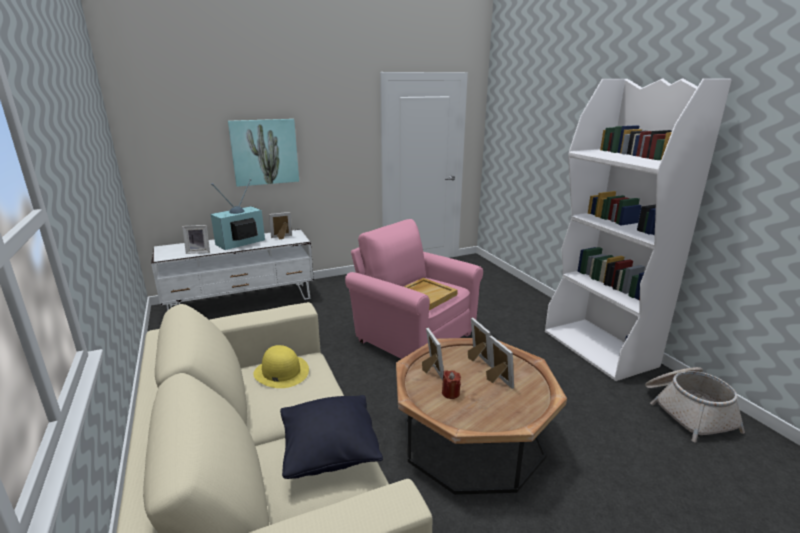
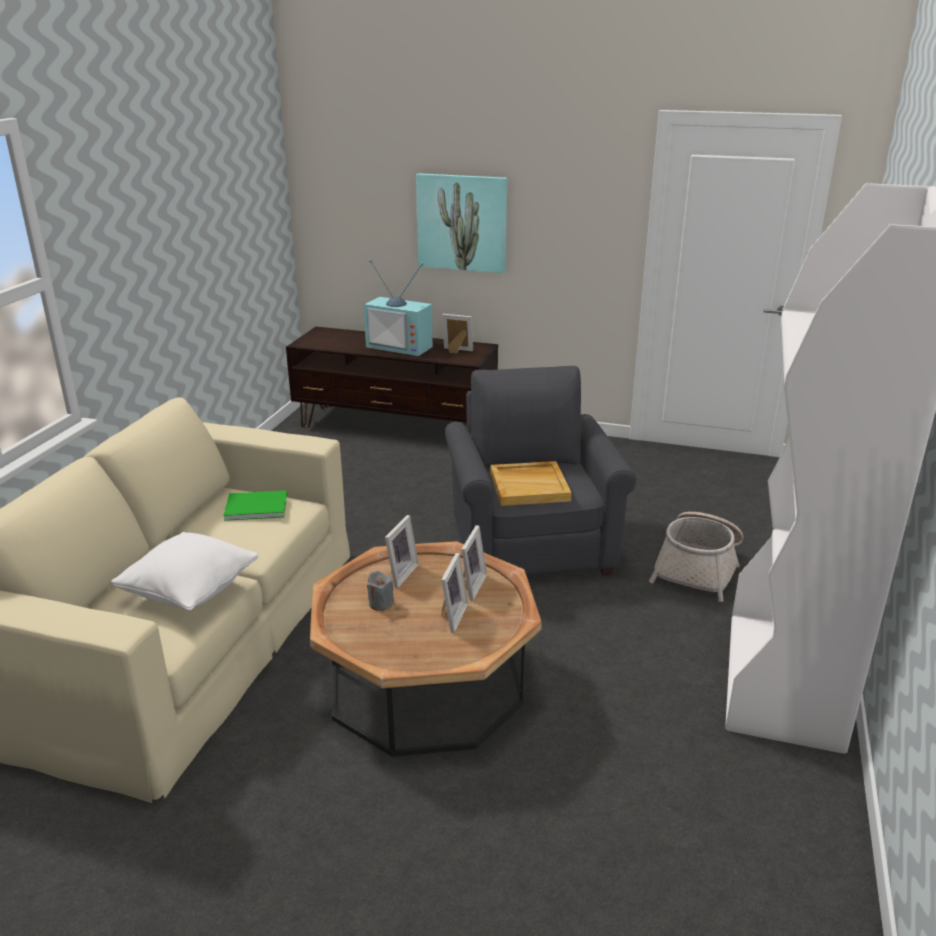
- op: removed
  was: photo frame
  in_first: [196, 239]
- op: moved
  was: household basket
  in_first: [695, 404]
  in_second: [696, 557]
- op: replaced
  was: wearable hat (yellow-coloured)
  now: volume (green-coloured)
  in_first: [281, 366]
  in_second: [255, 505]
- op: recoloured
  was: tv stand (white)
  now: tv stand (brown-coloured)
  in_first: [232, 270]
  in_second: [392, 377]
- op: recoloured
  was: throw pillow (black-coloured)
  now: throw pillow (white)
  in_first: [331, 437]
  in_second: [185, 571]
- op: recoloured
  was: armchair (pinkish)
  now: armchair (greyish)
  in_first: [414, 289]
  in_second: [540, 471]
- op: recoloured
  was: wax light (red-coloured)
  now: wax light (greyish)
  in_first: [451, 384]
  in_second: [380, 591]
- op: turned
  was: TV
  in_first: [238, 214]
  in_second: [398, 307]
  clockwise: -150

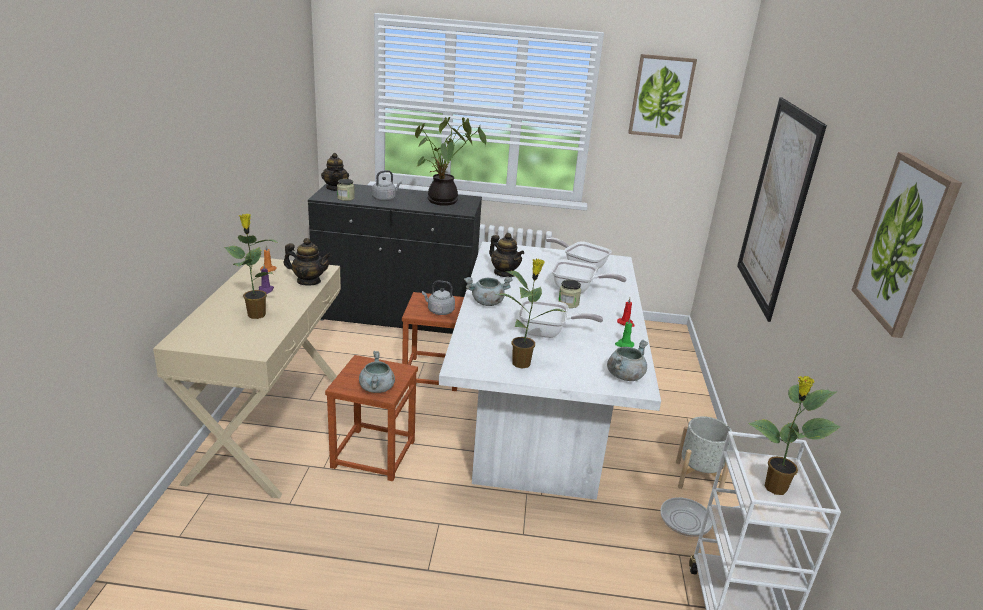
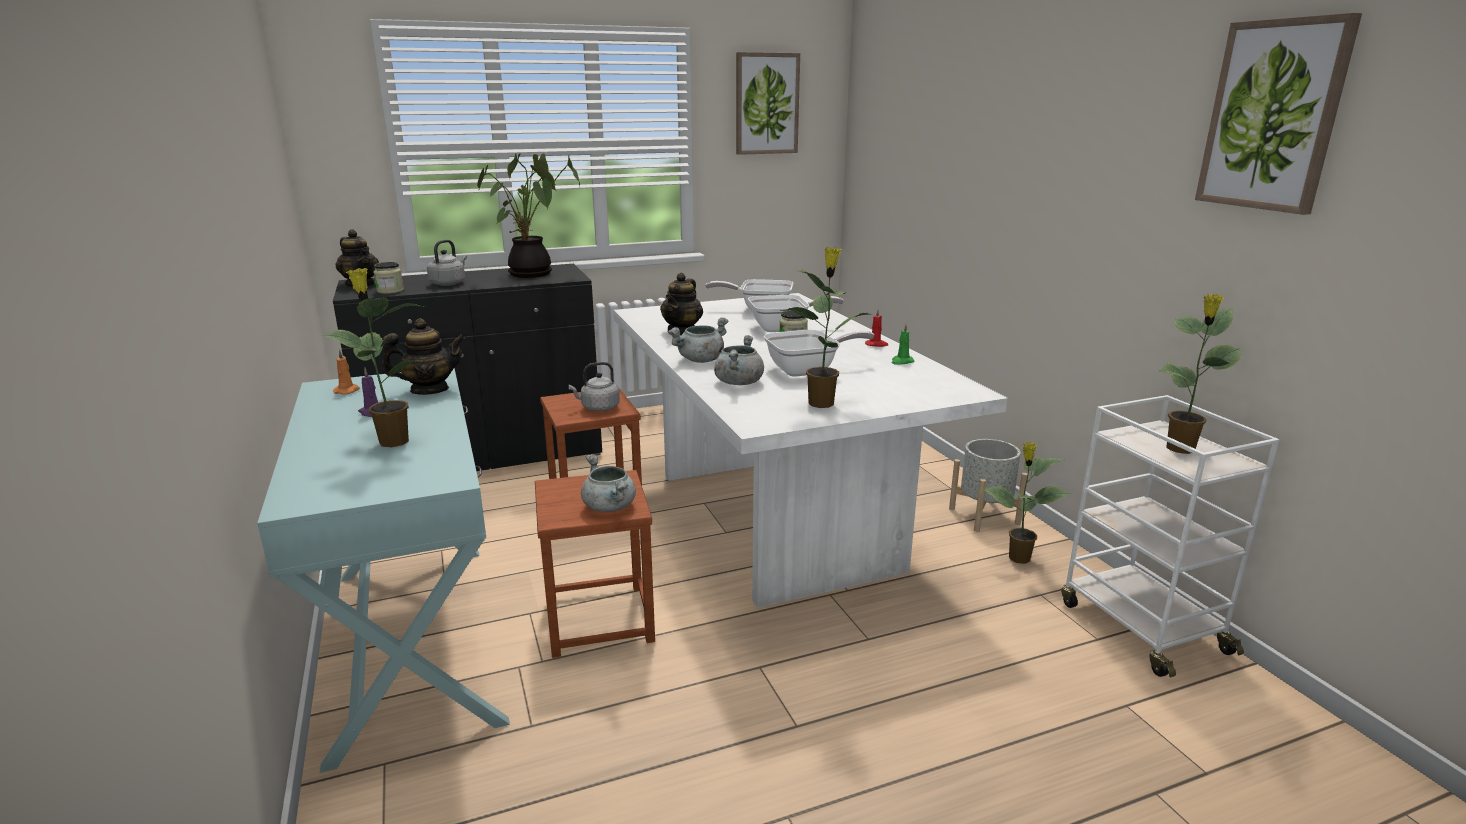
- op: removed
  was: wall picture
  in_first: [782, 209]
- op: moved
  was: cooking pot (greyish)
  in_first: [627, 360]
  in_second: [739, 360]
- op: replaced
  was: skillet
  now: houseplant
  in_first: [700, 517]
  in_second: [1027, 503]
- op: recoloured
  was: narrow table (beige-coloured)
  now: narrow table (turquoise)
  in_first: [247, 378]
  in_second: [383, 570]
- op: turned
  was: teapot
  in_first: [506, 255]
  in_second: [681, 304]
  clockwise: 90

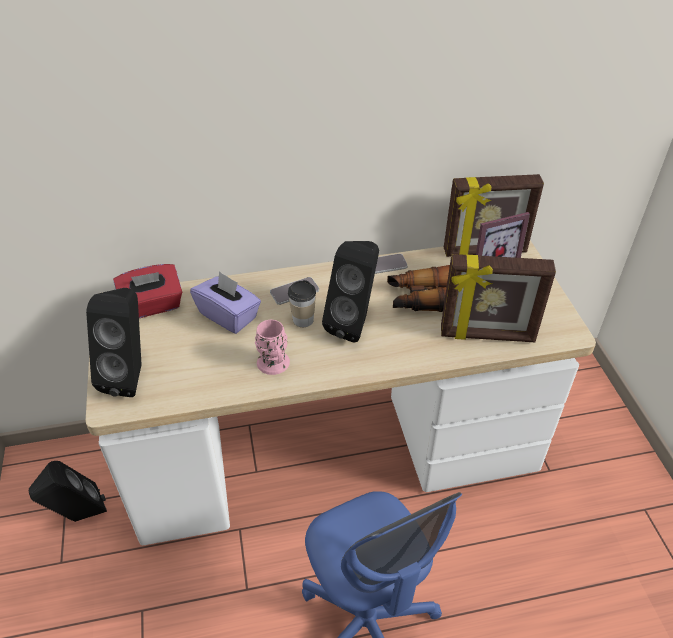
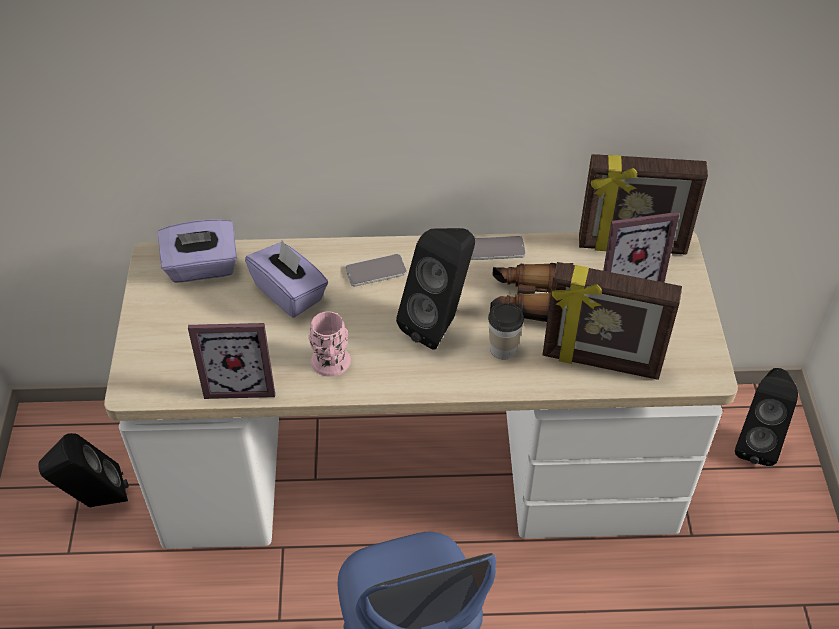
- op: added
  now: photo frame
  in_second: [231, 361]
- op: moved
  was: audio speaker (black-coloured)
  in_first: [114, 342]
  in_second: [766, 417]
- op: moved
  was: drinking cup
  in_first: [302, 303]
  in_second: [506, 331]
- op: recoloured
  was: box of tissues (red-coloured)
  now: box of tissues (purple)
  in_first: [147, 291]
  in_second: [197, 251]

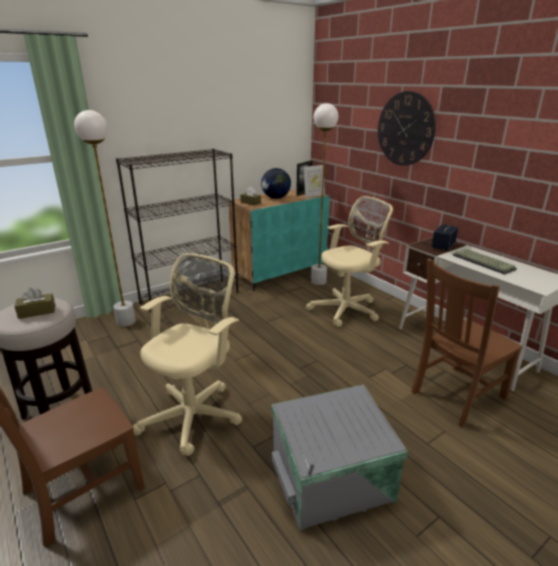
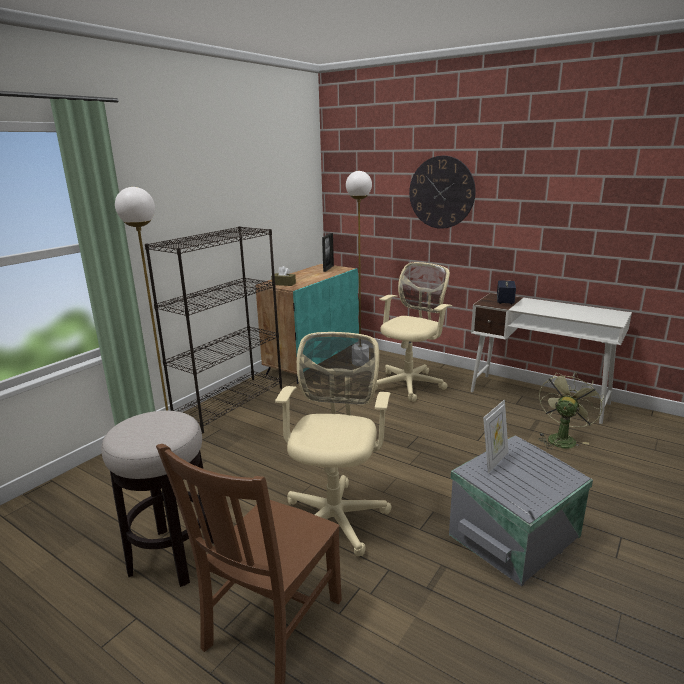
- op: removed
  was: box of tissues (brown-coloured)
  in_first: [34, 303]
- op: removed
  was: desk globe
  in_first: [276, 183]
- op: removed
  was: computer keyboard
  in_first: [485, 262]
- op: moved
  was: photo frame
  in_first: [314, 181]
  in_second: [496, 436]
- op: replaced
  was: plain chair (brown-coloured)
  now: fan (green-coloured)
  in_first: [467, 343]
  in_second: [571, 410]

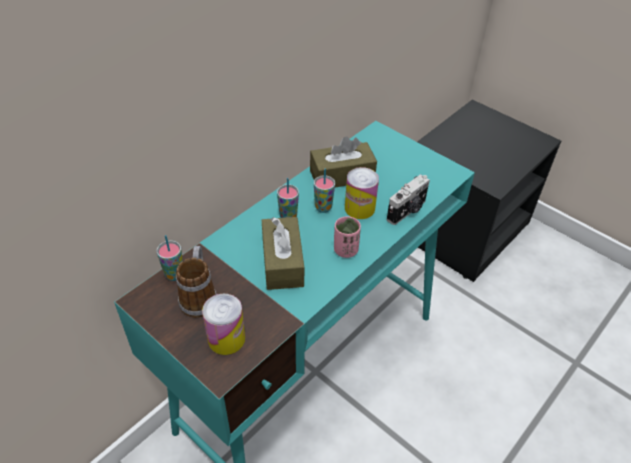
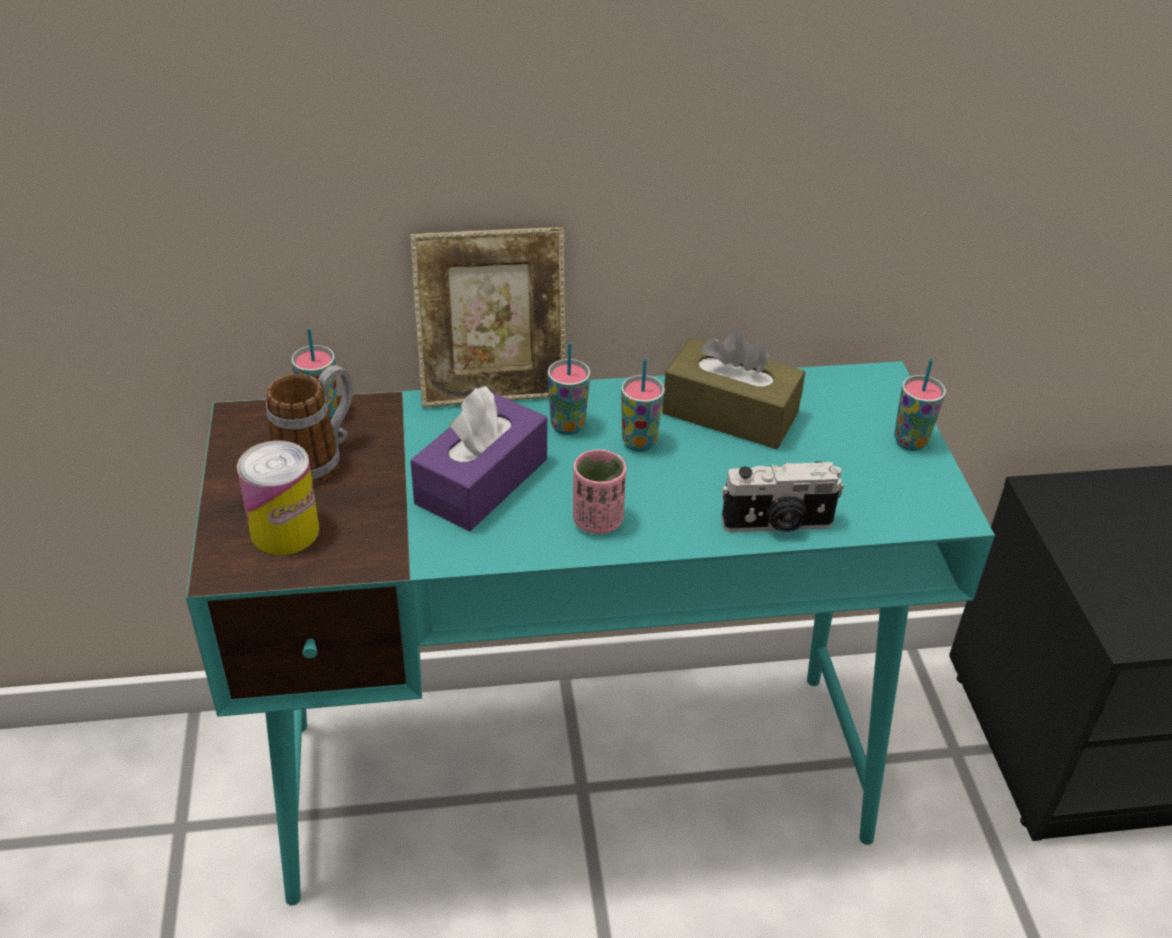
- op: removed
  was: sealed can
  in_first: [362, 193]
- op: added
  now: photo frame
  in_second: [488, 317]
- op: added
  now: drinking cup
  in_second: [920, 405]
- op: recoloured
  was: box of tissues (brown-coloured)
  now: box of tissues (purple)
  in_first: [283, 253]
  in_second: [478, 458]

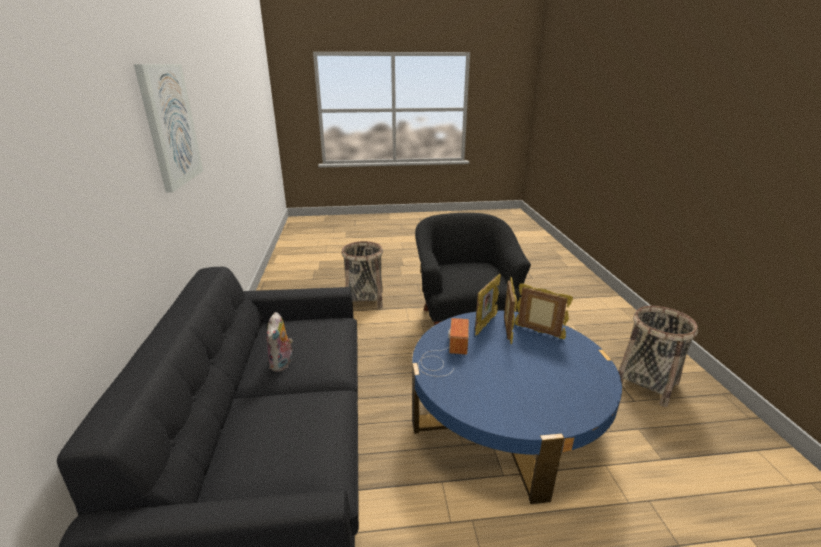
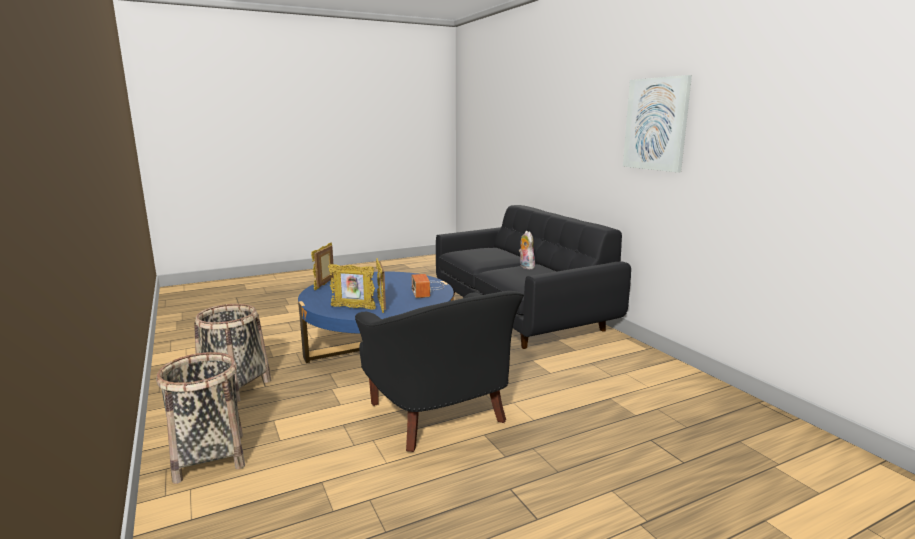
- op: moved
  was: household basket
  in_first: [362, 275]
  in_second: [200, 418]
- op: moved
  was: photo frame
  in_first: [488, 305]
  in_second: [322, 266]

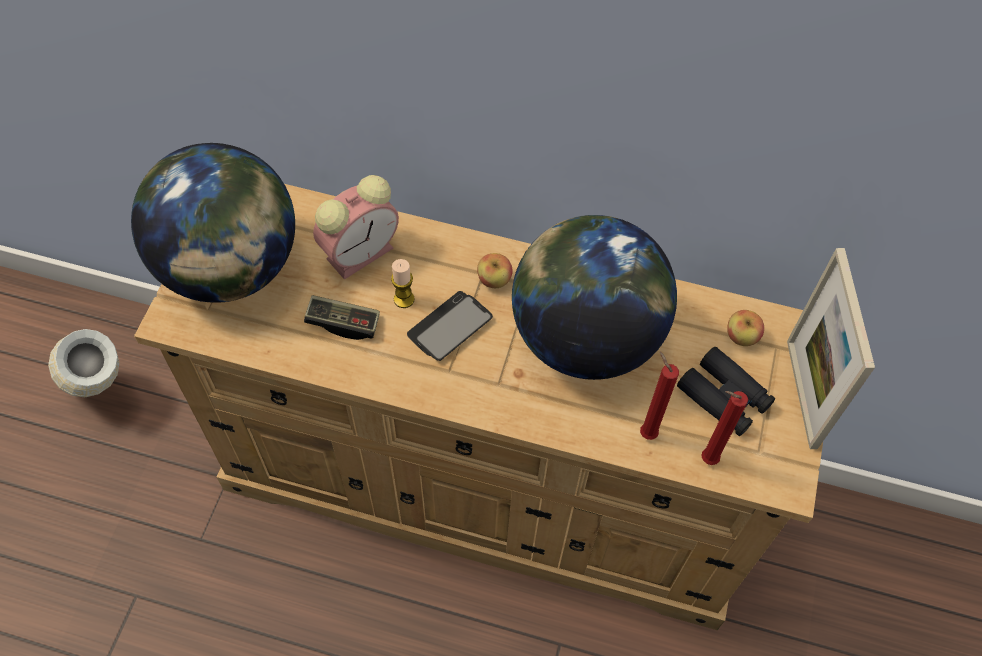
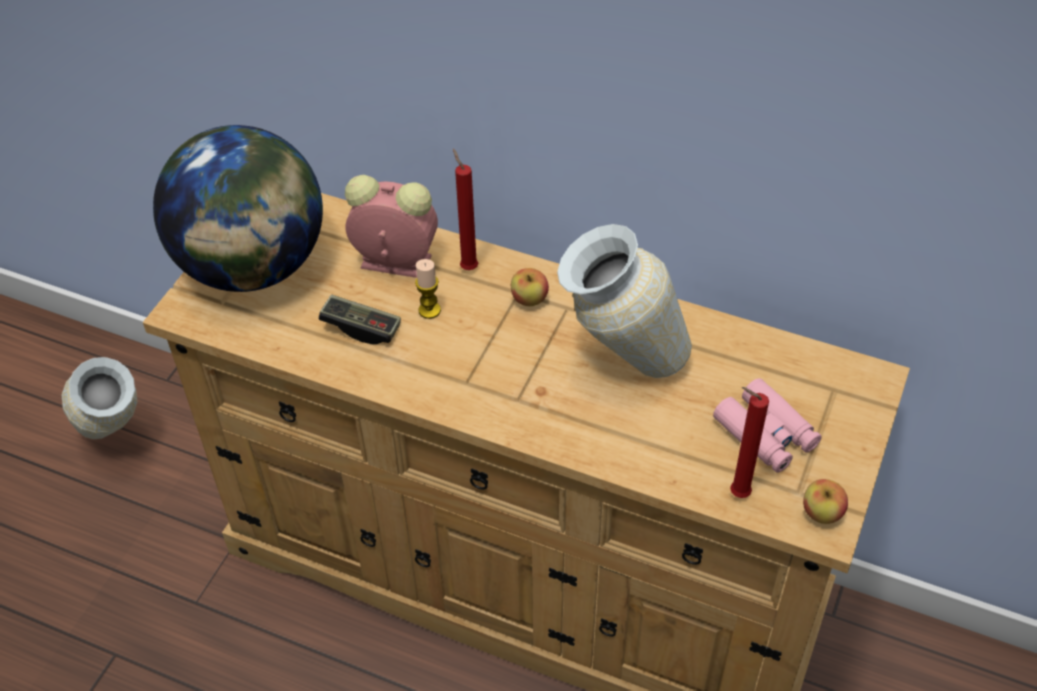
- op: removed
  was: telephone
  in_first: [450, 326]
- op: removed
  was: photo frame
  in_first: [831, 348]
- op: moved
  was: wax light (red-coloured)
  in_first: [659, 396]
  in_second: [465, 209]
- op: moved
  was: apple
  in_first: [745, 328]
  in_second: [825, 501]
- op: replaced
  was: desk globe
  now: decorative vase
  in_first: [594, 297]
  in_second: [624, 301]
- op: recoloured
  was: binoculars (black-coloured)
  now: binoculars (pinkish)
  in_first: [726, 391]
  in_second: [767, 425]
- op: turned
  was: table clock
  in_first: [356, 227]
  in_second: [391, 226]
  clockwise: -135

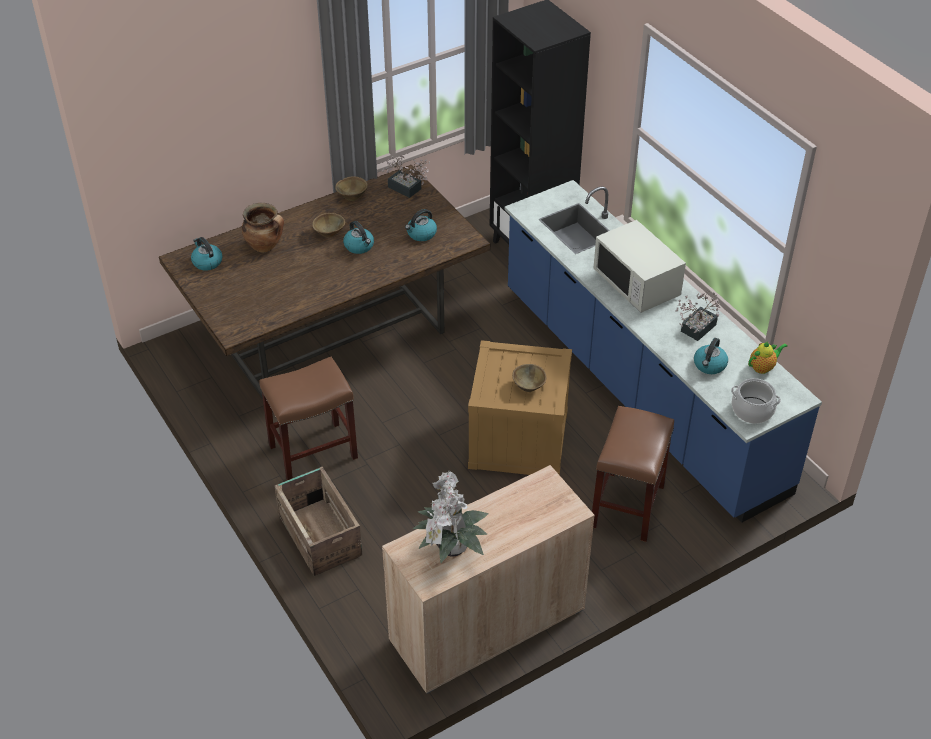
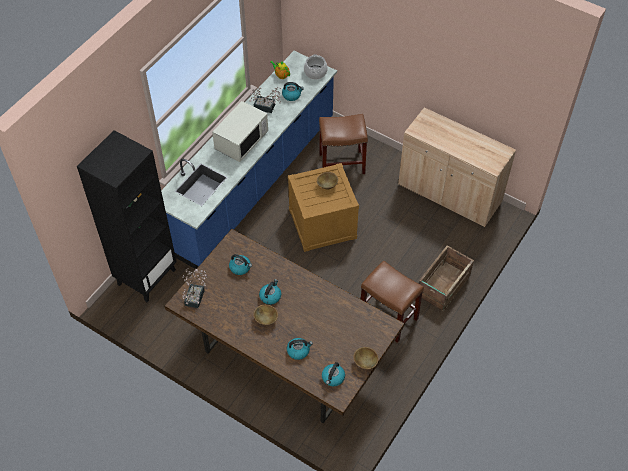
- op: removed
  was: houseplant
  in_first: [450, 517]
- op: moved
  was: serving bowl (brown-coloured)
  in_first: [351, 188]
  in_second: [366, 358]
- op: replaced
  was: cooking pot
  now: tea kettle
  in_first: [263, 227]
  in_second: [300, 349]

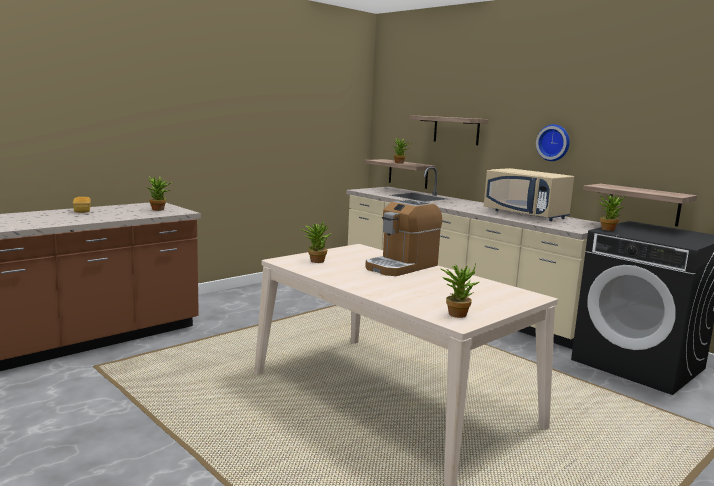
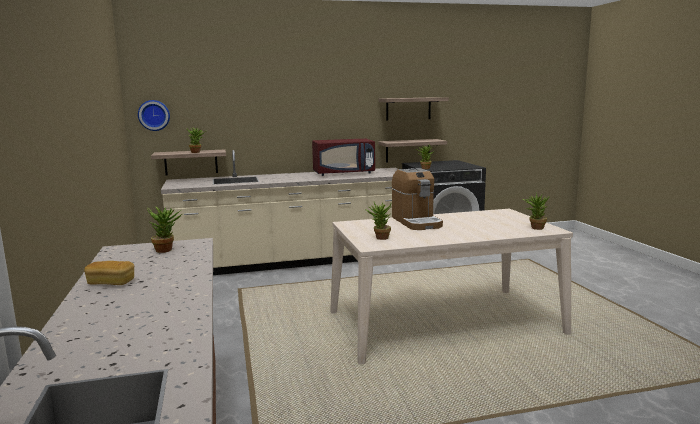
- op: moved
  was: shelf
  in_first: [449, 130]
  in_second: [413, 109]
- op: moved
  was: clock on the wall
  in_first: [553, 142]
  in_second: [154, 115]
- op: recoloured
  was: kitchen microwave (beige-coloured)
  now: kitchen microwave (red-coloured)
  in_first: [529, 194]
  in_second: [343, 157]

